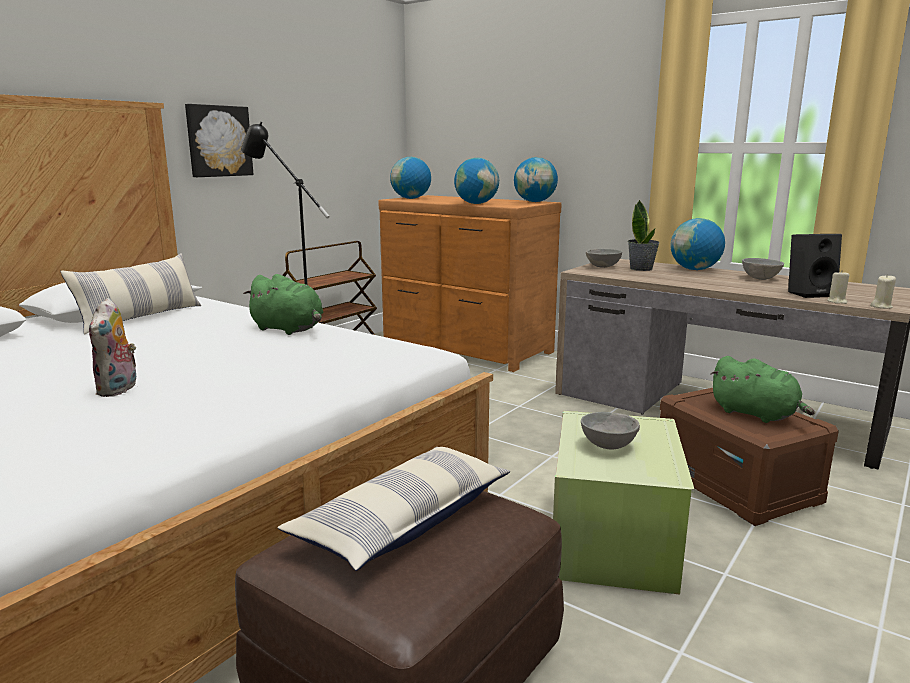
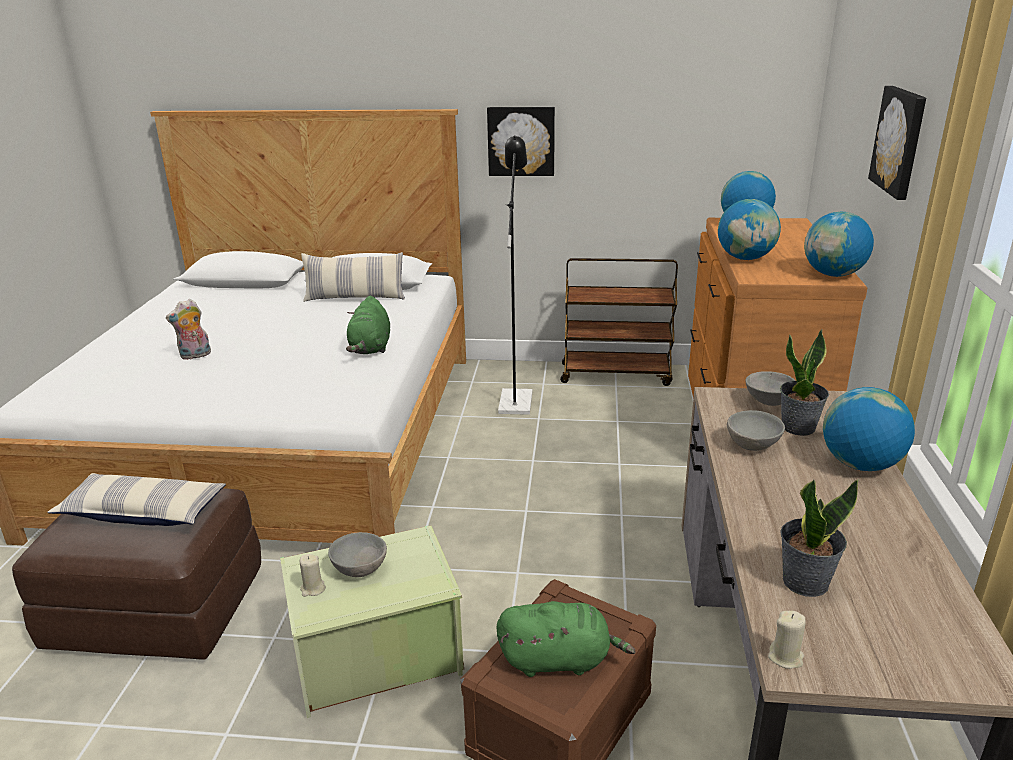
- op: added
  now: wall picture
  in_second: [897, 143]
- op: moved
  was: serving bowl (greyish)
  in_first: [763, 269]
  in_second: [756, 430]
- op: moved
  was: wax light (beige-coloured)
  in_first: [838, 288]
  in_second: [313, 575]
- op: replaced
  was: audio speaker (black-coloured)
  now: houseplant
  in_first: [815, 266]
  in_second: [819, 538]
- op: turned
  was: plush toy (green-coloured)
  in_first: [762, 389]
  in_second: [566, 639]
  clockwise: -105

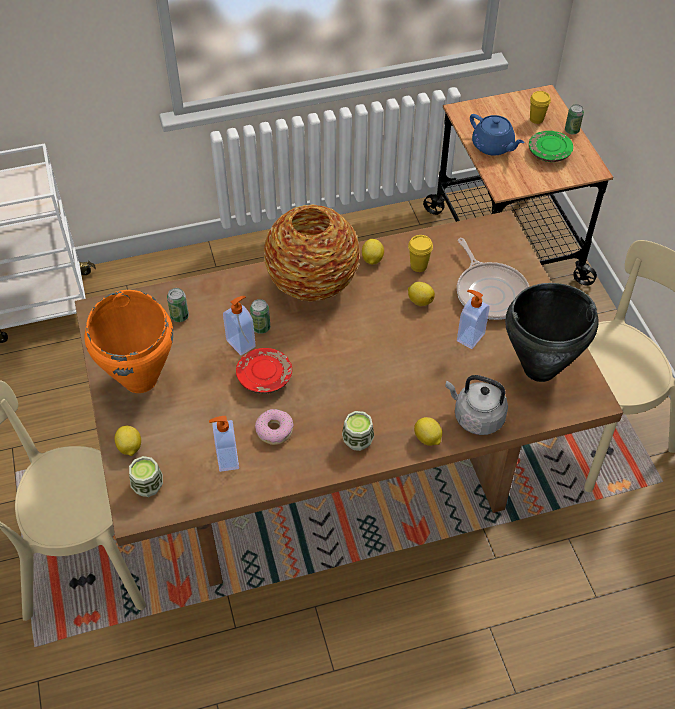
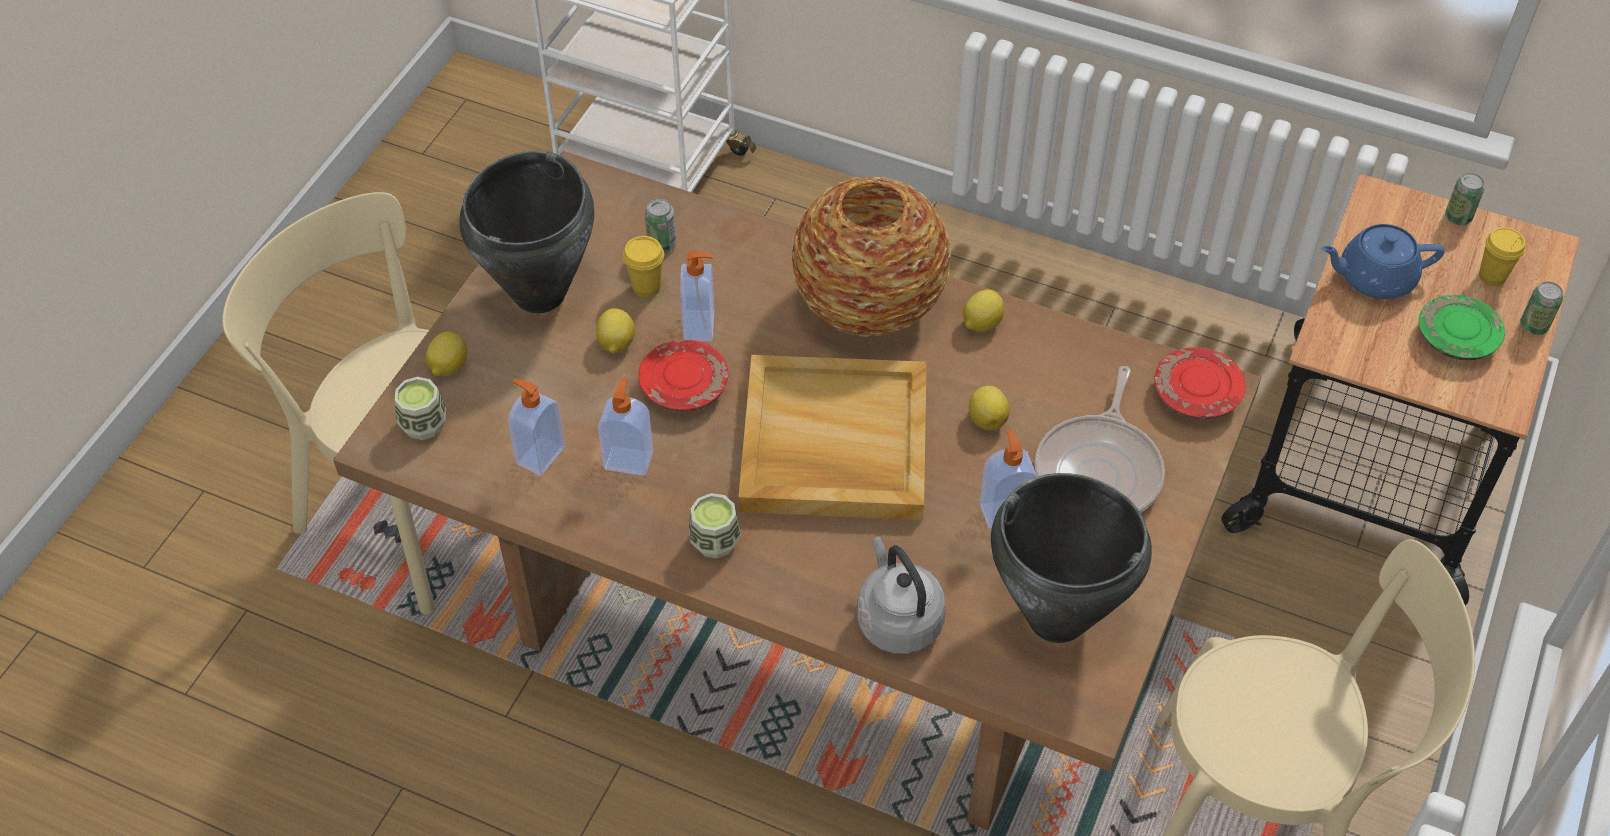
- op: added
  now: tray (beige-coloured)
  in_second: [833, 437]
- op: added
  now: flat dish (red-coloured)
  in_second: [1199, 383]
- op: moved
  was: sealed can
  in_first: [260, 316]
  in_second: [1464, 199]
- op: moved
  was: drinking cup (yellow-coloured)
  in_first: [420, 253]
  in_second: [643, 267]
- op: moved
  was: lemon
  in_first: [428, 431]
  in_second: [615, 331]
- op: replaced
  was: ring doughnut
  now: liquid soap bottle
  in_first: [274, 427]
  in_second: [625, 427]
- op: recoloured
  was: cooking pot (orangey)
  now: cooking pot (black-coloured)
  in_first: [129, 341]
  in_second: [527, 232]
- op: turned
  was: teapot (blue-coloured)
  in_first: [497, 135]
  in_second: [1383, 261]
  clockwise: 90

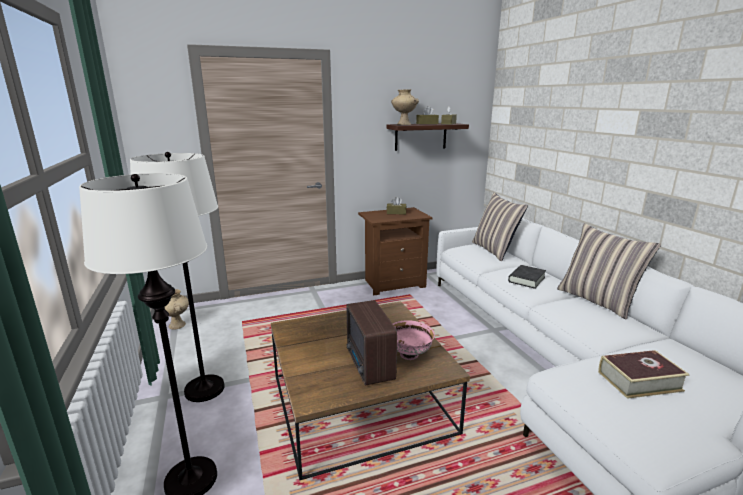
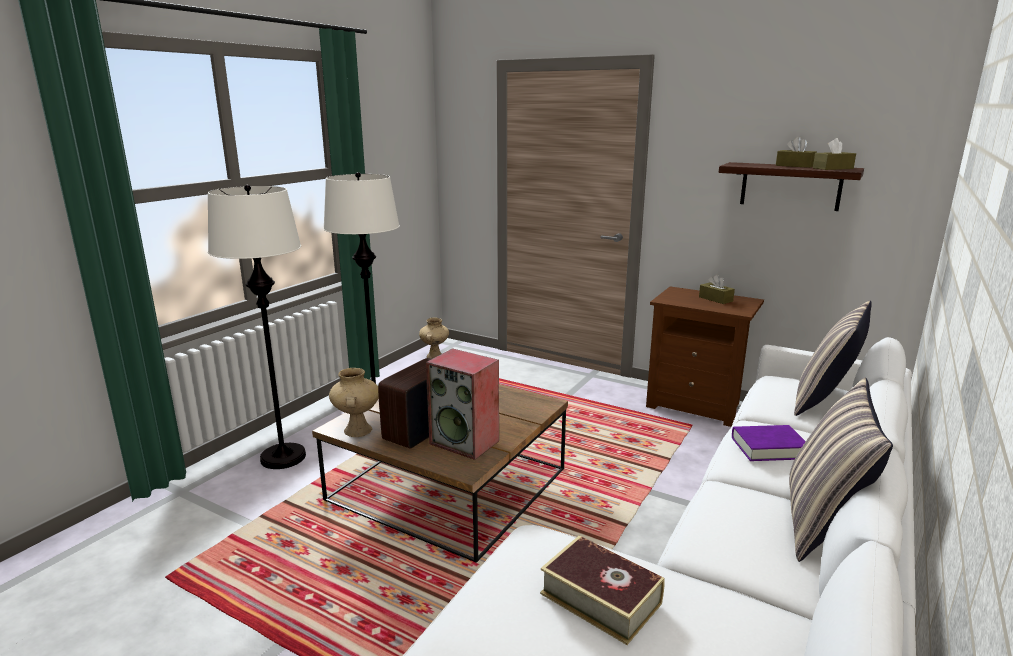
- op: moved
  was: decorative vase (beige-coloured)
  in_first: [405, 107]
  in_second: [354, 402]
- op: replaced
  was: serving bowl (pinkish)
  now: audio speaker
  in_first: [414, 340]
  in_second: [462, 404]
- op: recoloured
  was: volume (black-coloured)
  now: volume (purple)
  in_first: [527, 277]
  in_second: [769, 443]

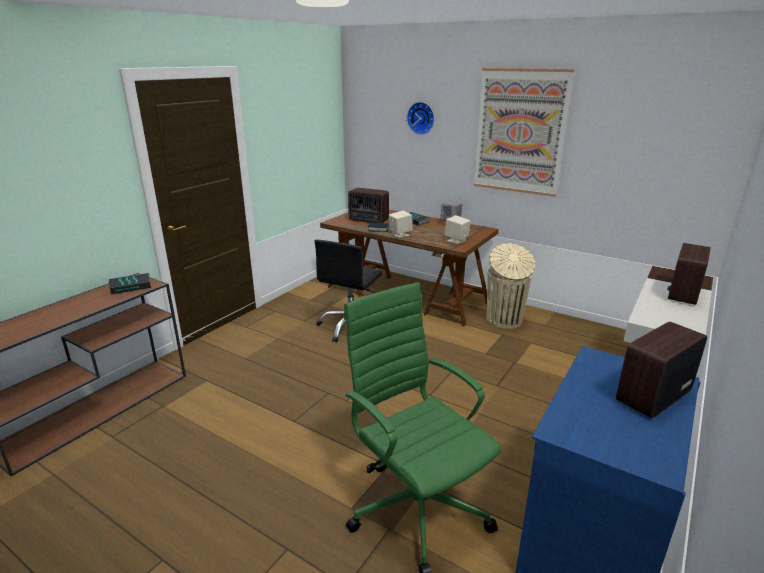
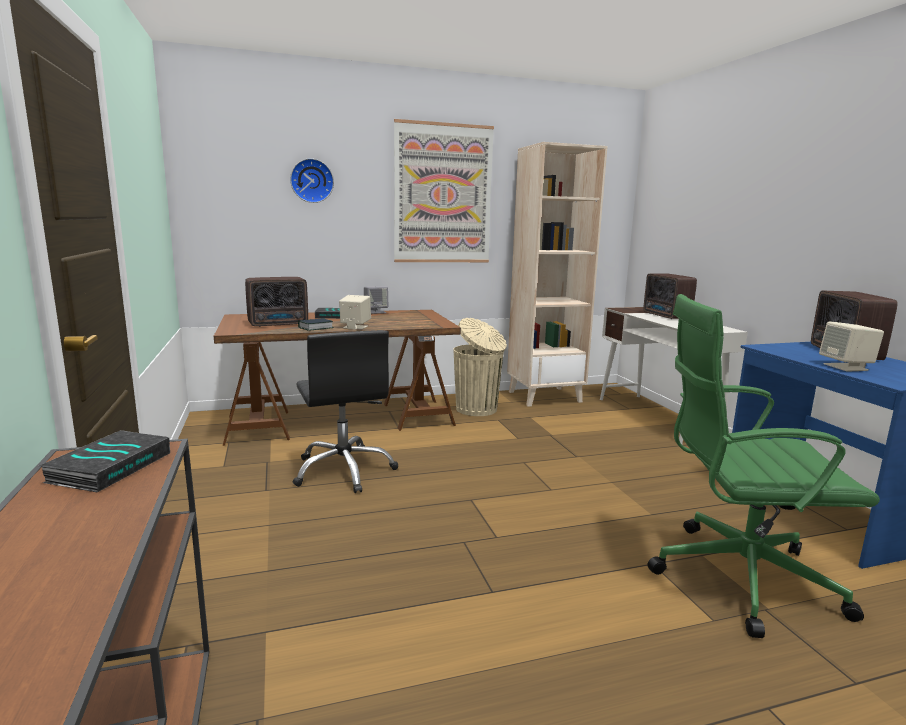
- op: added
  now: bookshelf (beige-coloured)
  in_second: [557, 274]
- op: moved
  was: audio speaker (beige-coloured)
  in_first: [457, 229]
  in_second: [851, 347]

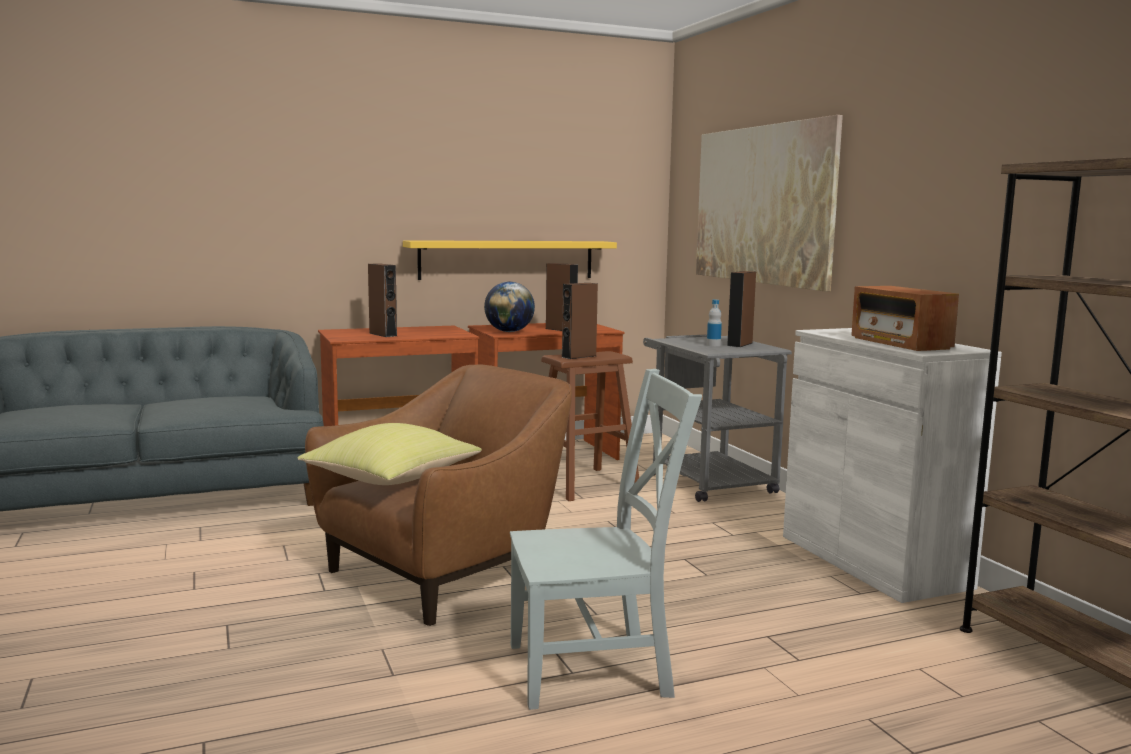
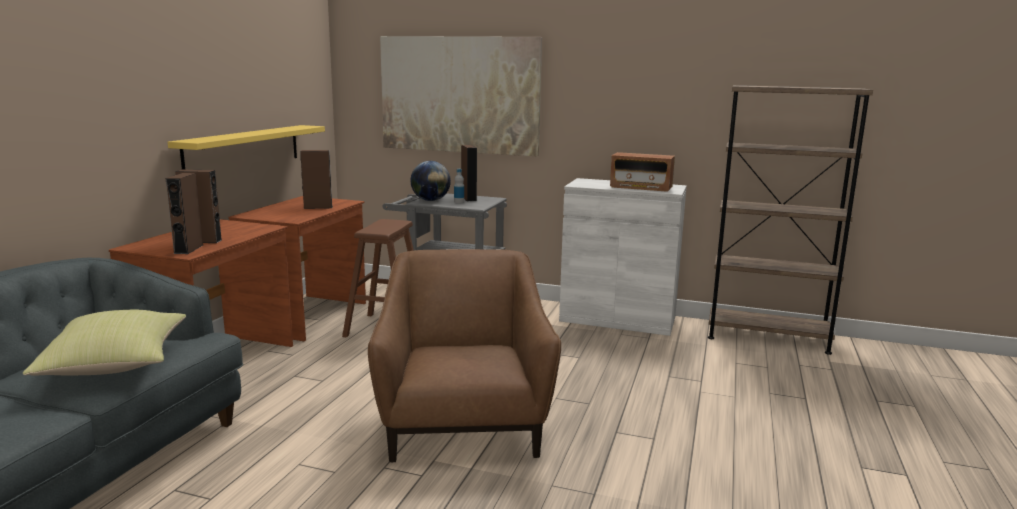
- op: removed
  was: plain chair (greyish)
  in_first: [606, 539]
- op: moved
  was: throw pillow (yellow-coloured)
  in_first: [390, 454]
  in_second: [104, 343]
- op: moved
  was: desk globe
  in_first: [509, 307]
  in_second: [430, 181]
- op: moved
  was: audio speaker (brown-coloured)
  in_first: [580, 321]
  in_second: [184, 213]

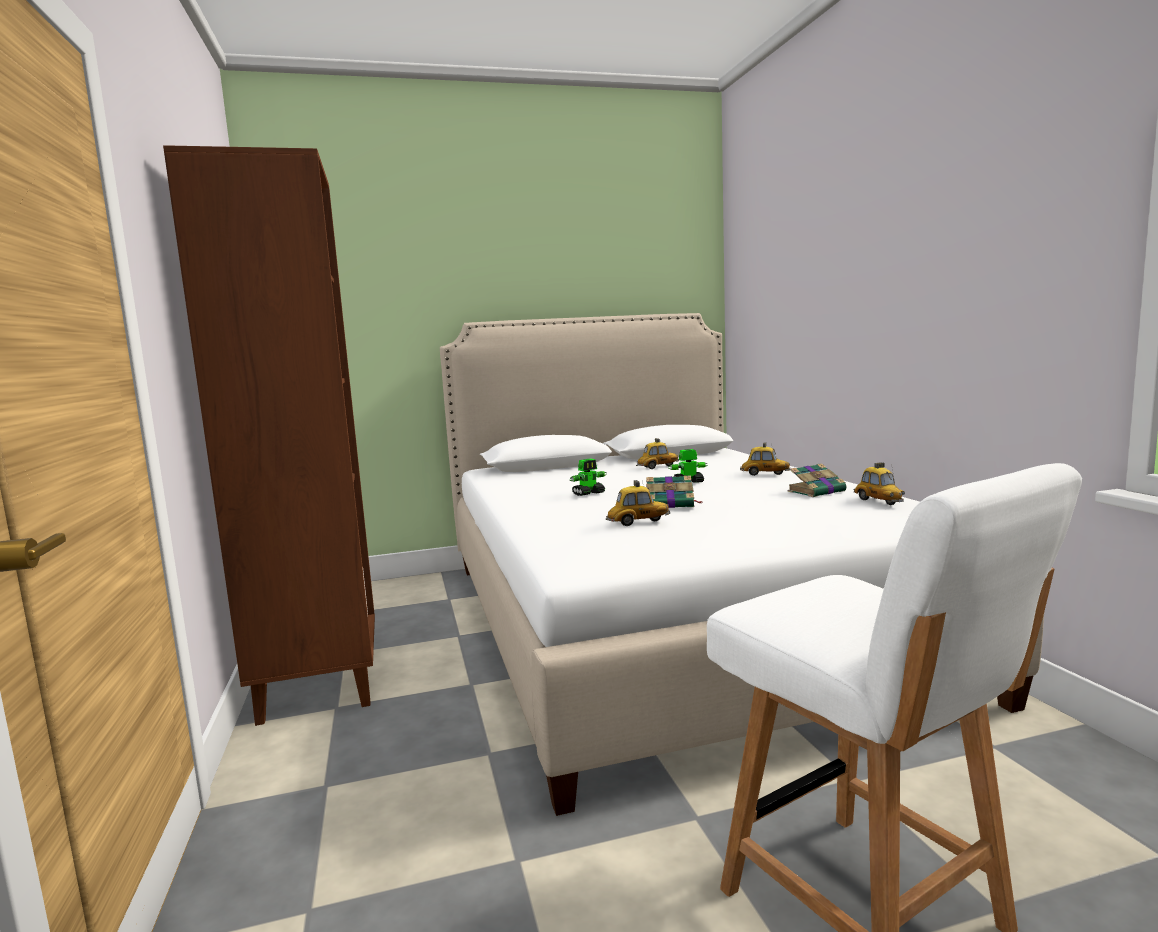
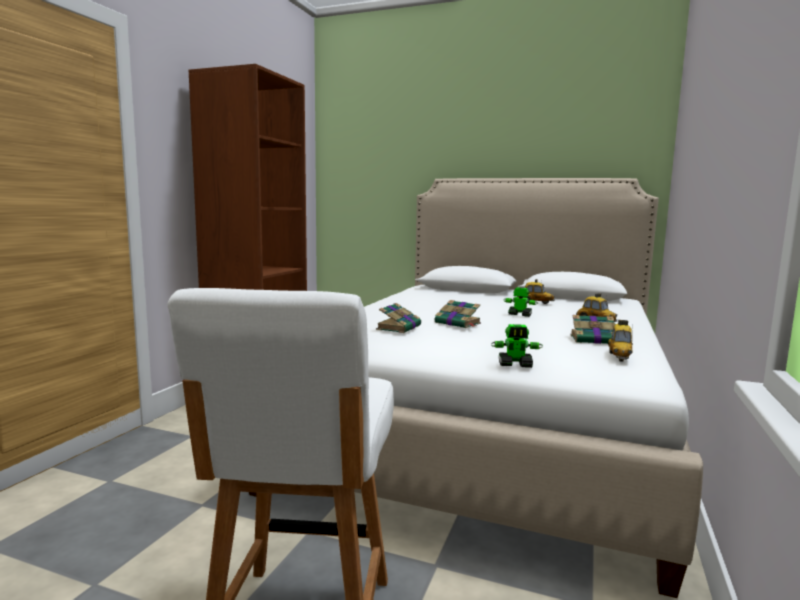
- op: moved
  was: model robot
  in_first: [588, 477]
  in_second: [517, 346]
- op: replaced
  was: toy car
  now: volume
  in_first: [638, 503]
  in_second: [398, 318]

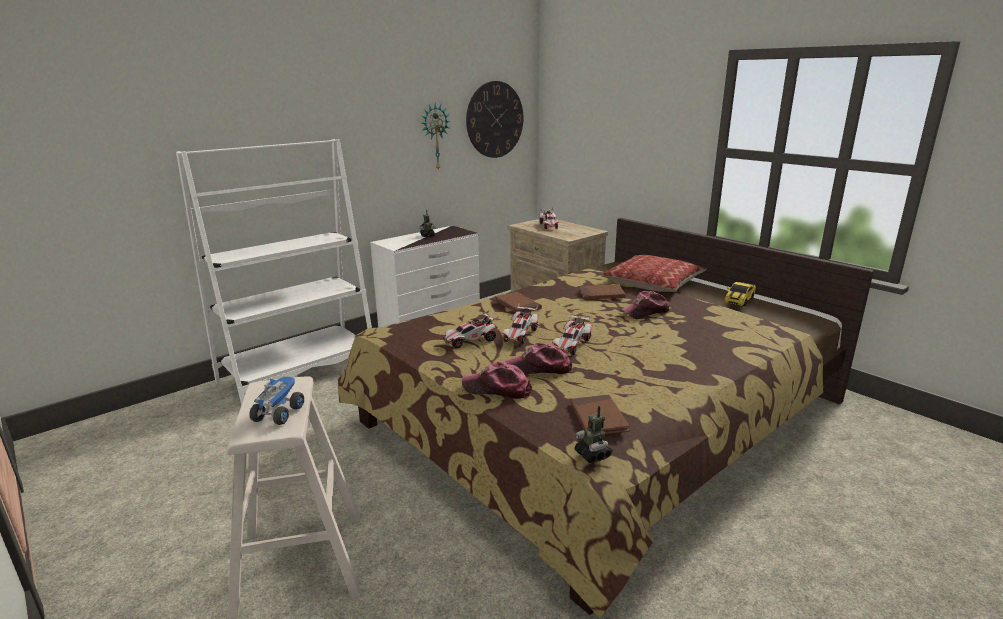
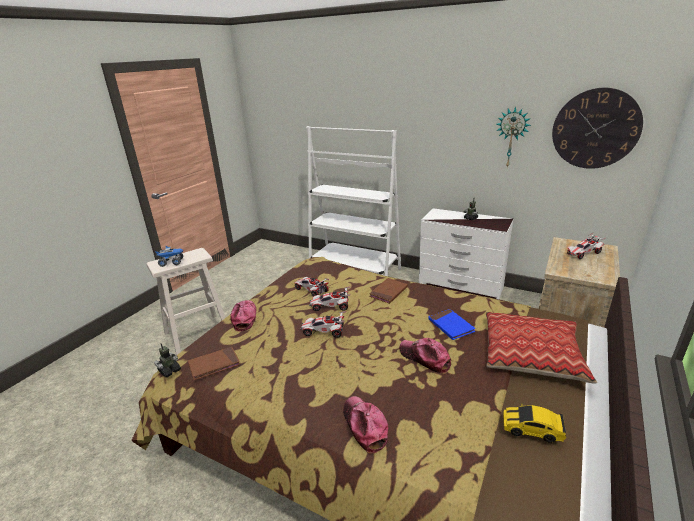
- op: moved
  was: peaked cap
  in_first: [538, 358]
  in_second: [365, 424]
- op: recoloured
  was: volume (brown-coloured)
  now: volume (blue-coloured)
  in_first: [602, 292]
  in_second: [451, 324]

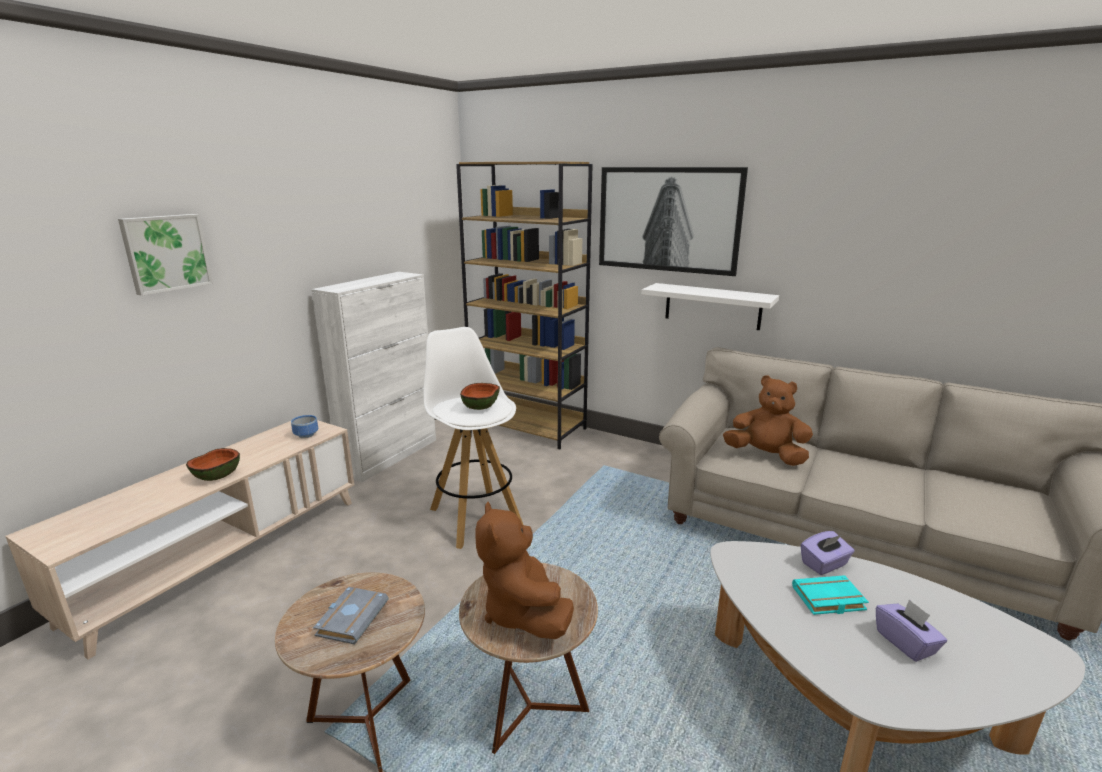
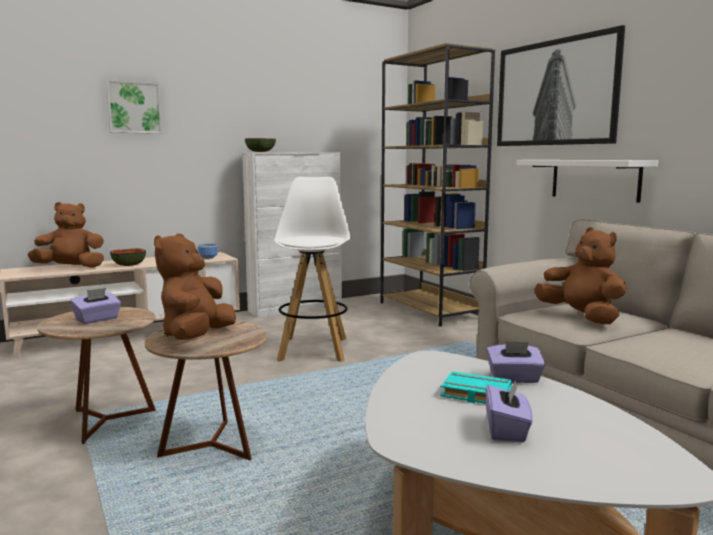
- op: added
  now: plush toy (brown-coloured)
  in_second: [66, 235]
- op: moved
  was: serving bowl
  in_first: [480, 396]
  in_second: [260, 145]
- op: replaced
  was: volume (greyish)
  now: box of tissues (purple)
  in_first: [351, 616]
  in_second: [95, 306]

